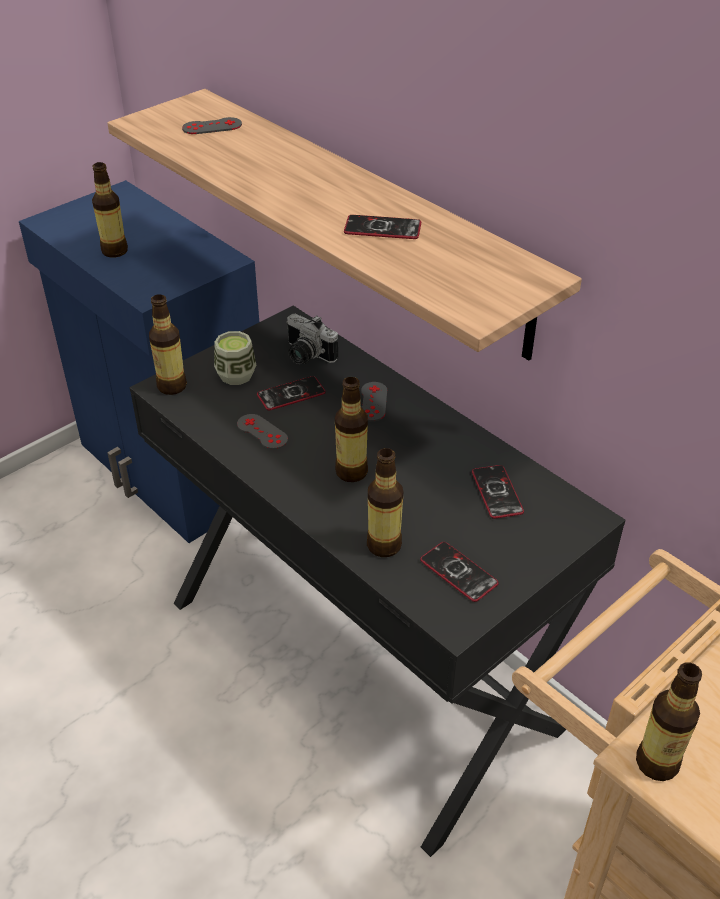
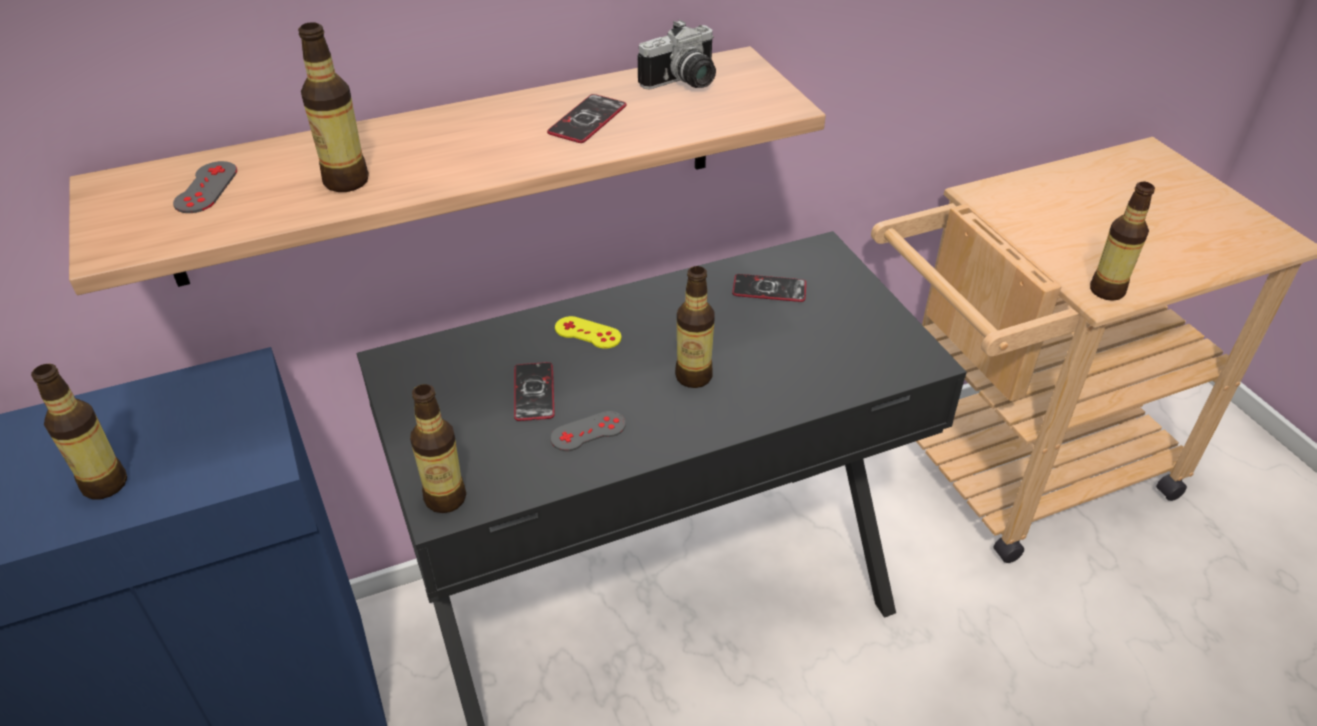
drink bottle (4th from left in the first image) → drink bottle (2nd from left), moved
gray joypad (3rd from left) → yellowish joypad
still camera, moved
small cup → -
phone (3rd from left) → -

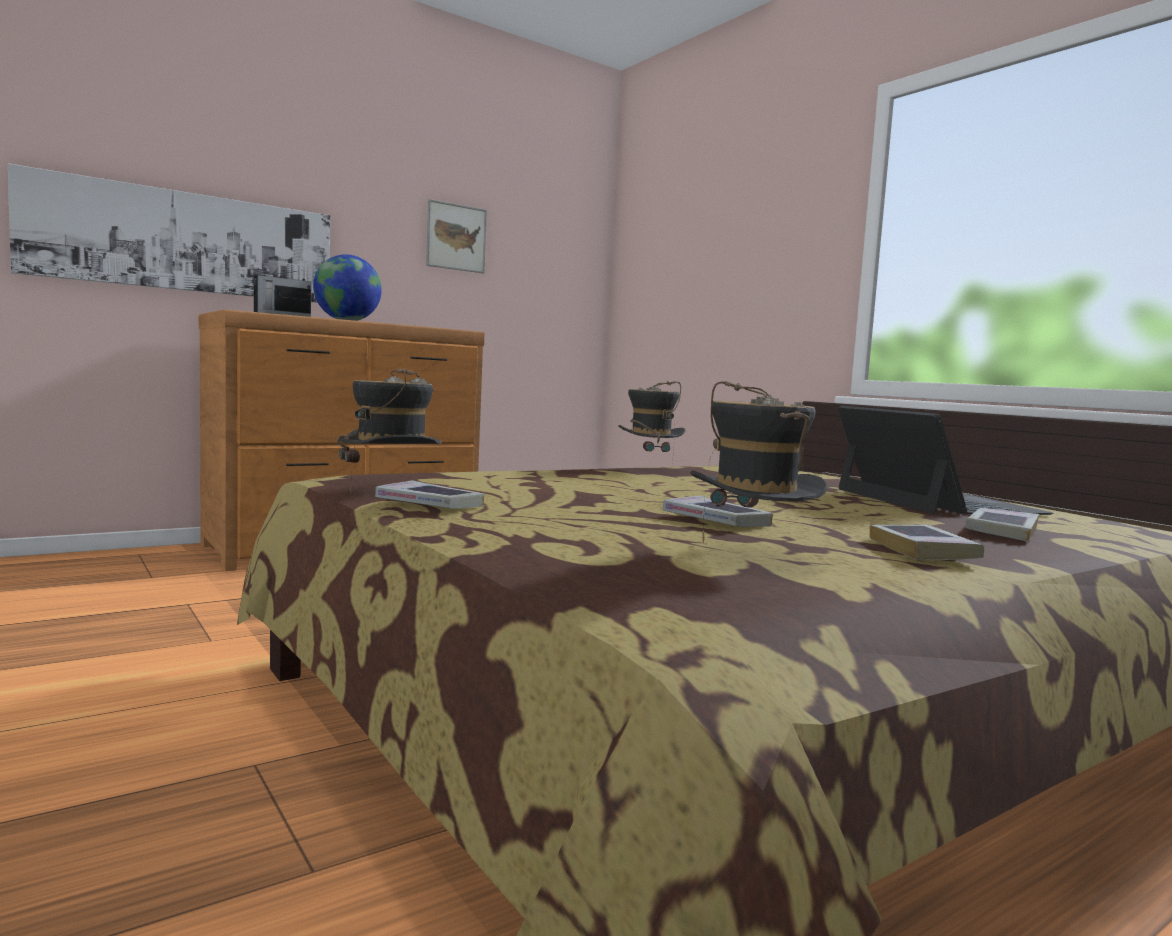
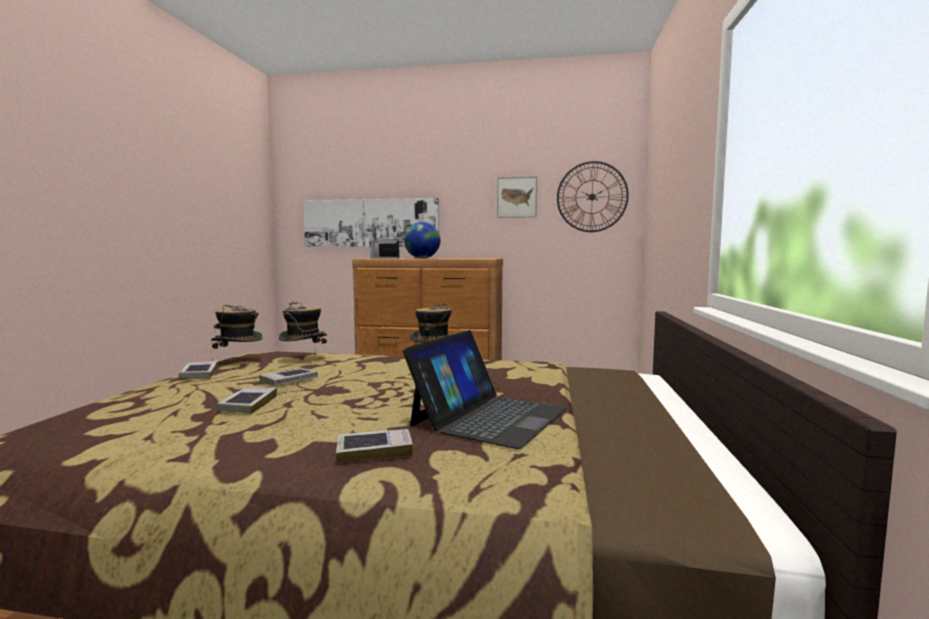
bound book (3rd from left), moved
clothing hat (3rd from left in the first image) → clothing hat (2nd from left), moved
- → clock on the wall

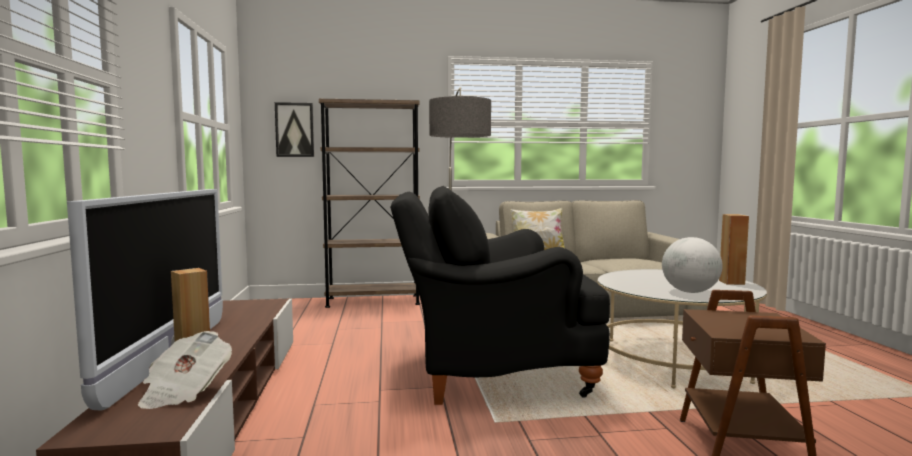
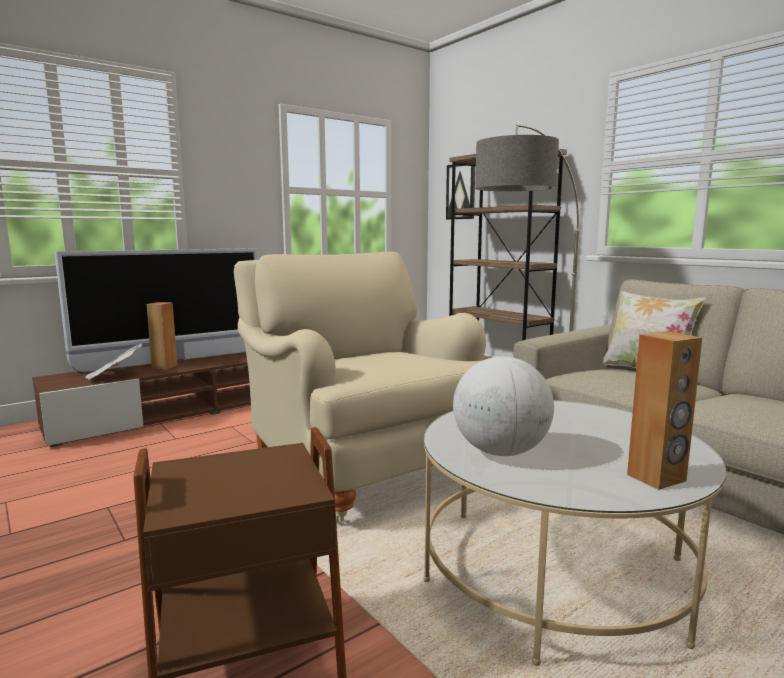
black-coloured armchair → sand-coloured armchair

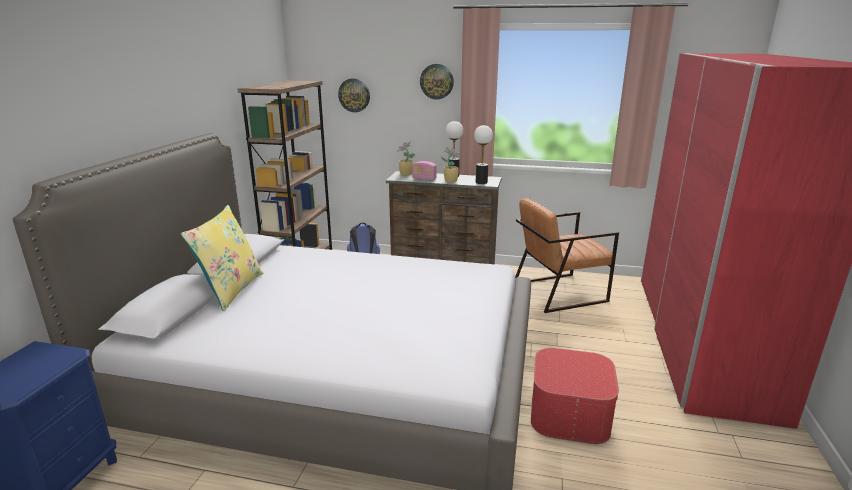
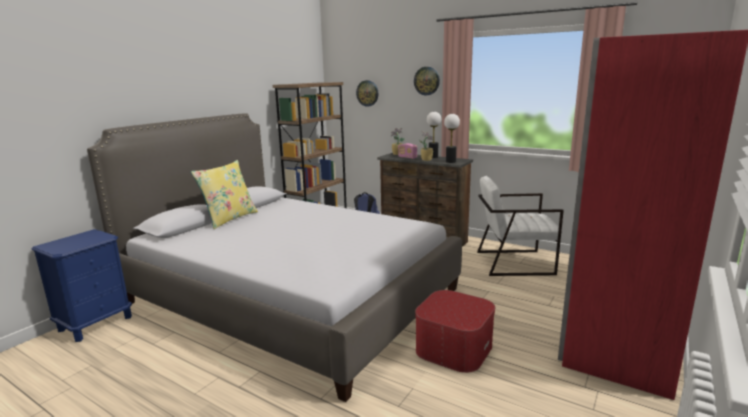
brown-coloured armchair → white armchair

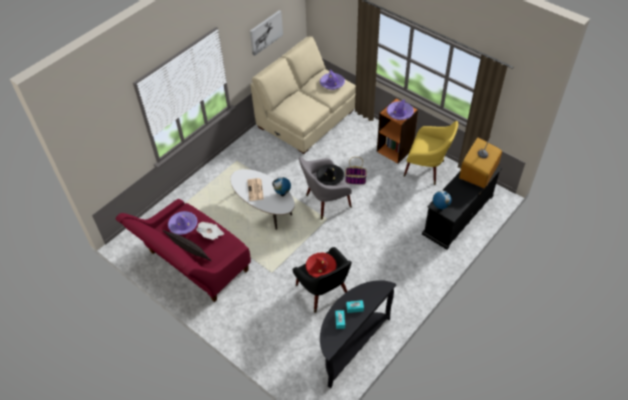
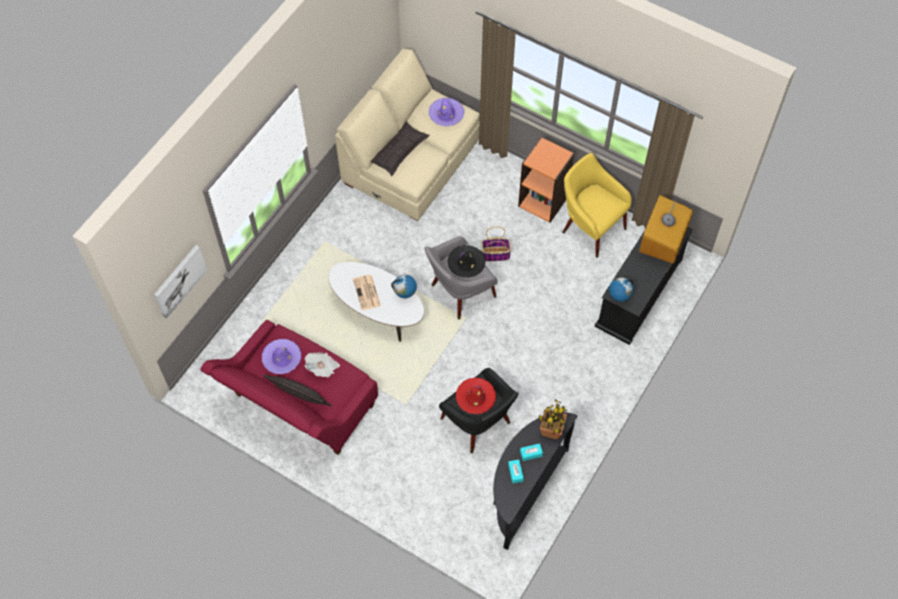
picture, moved
- → cushion (2nd from left)
- → potted plant
yellowish armchair, 150 degrees counterclockwise
purple clothing hat (3rd from left) → -

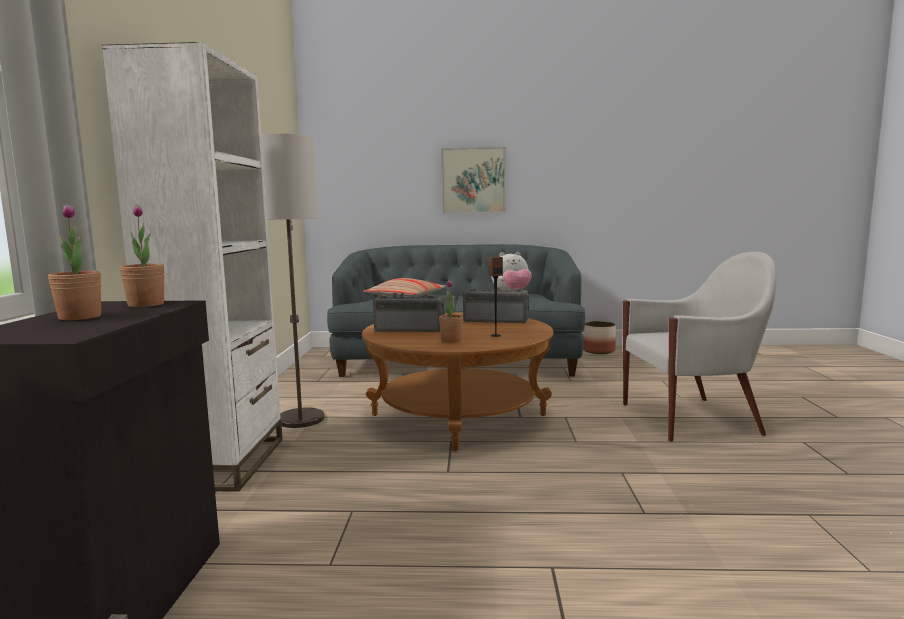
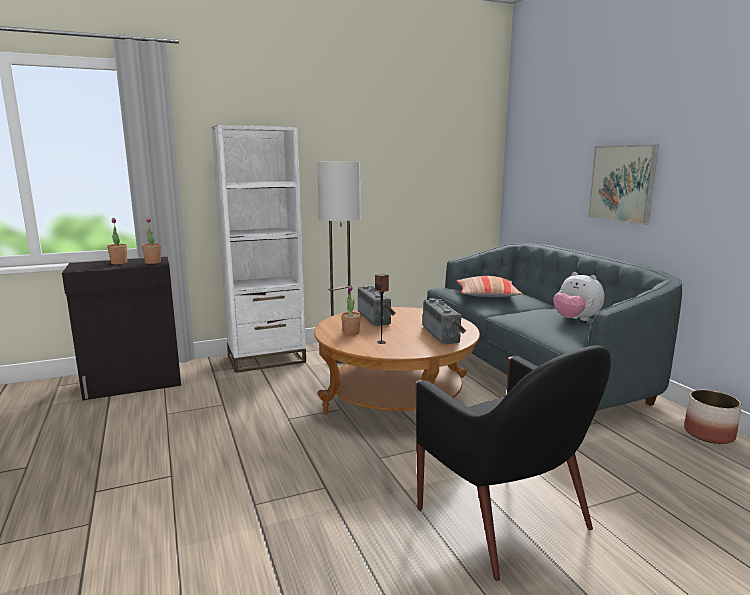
white armchair → black-coloured armchair

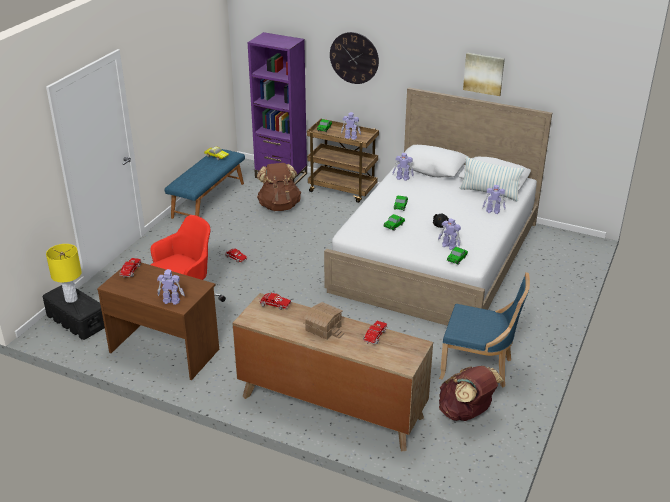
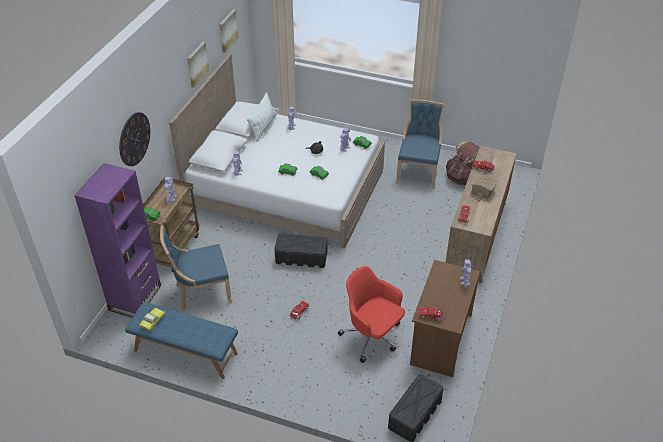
brown-coloured knapsack (1st from left) → bluish plain chair (1st from left)
- → picture (2nd from left)
- → black-coloured storage box (1st from left)
yellowish lamp for a table → -

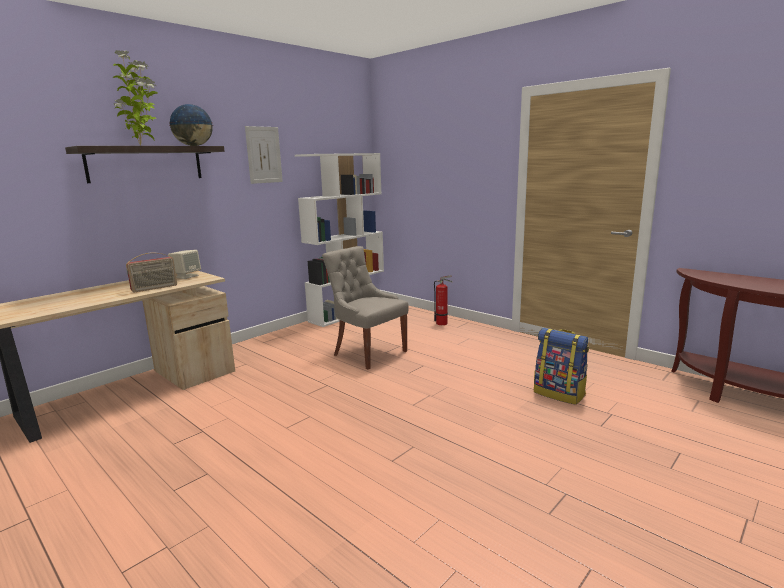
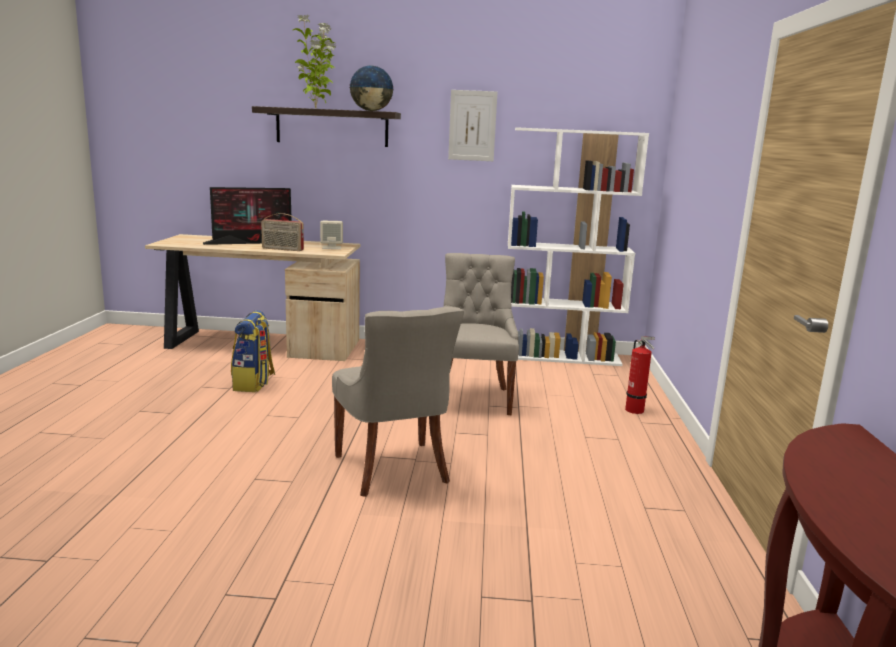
- → computer screen
knapsack, moved
- → gray plain chair (1st from left)

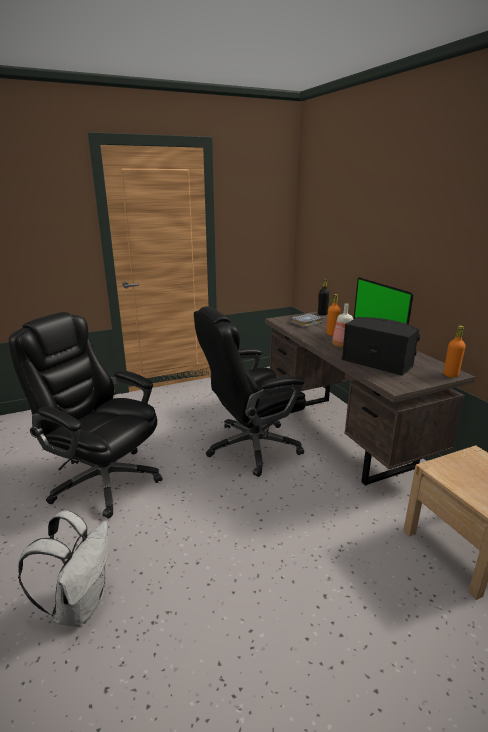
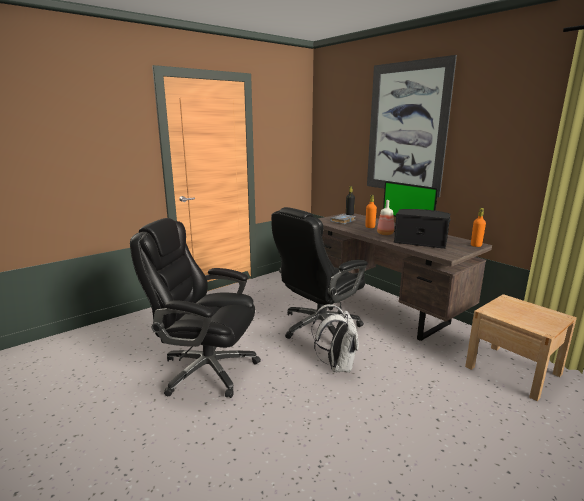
white knapsack, moved
- → picture

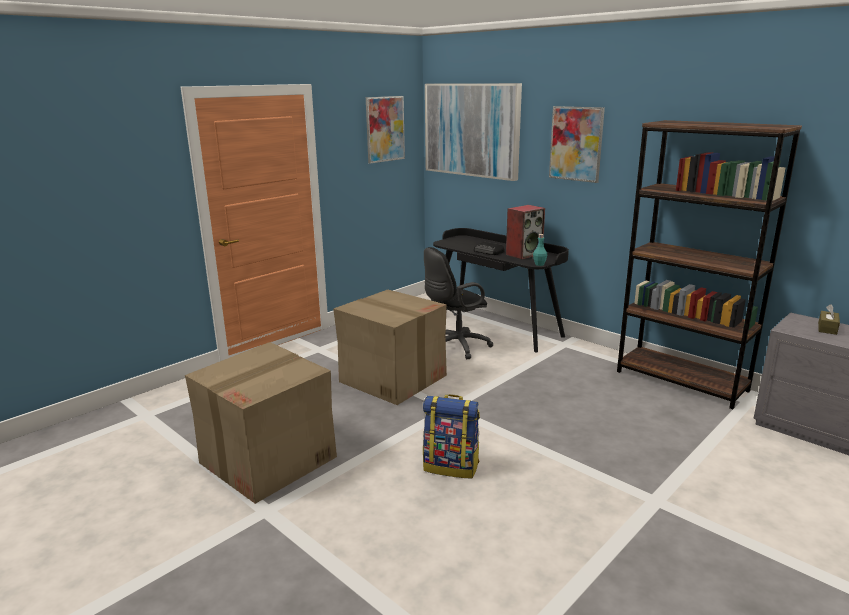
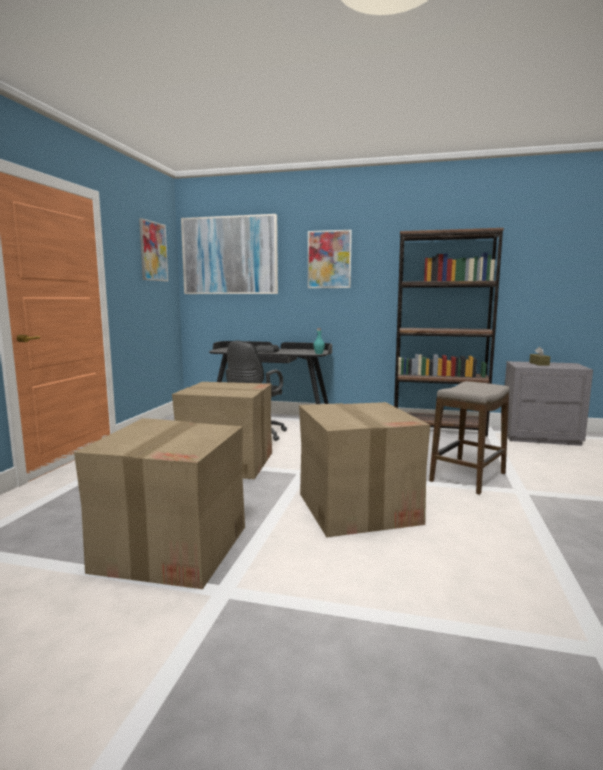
knapsack → packing box (3rd from left)
- → stool
speaker → -

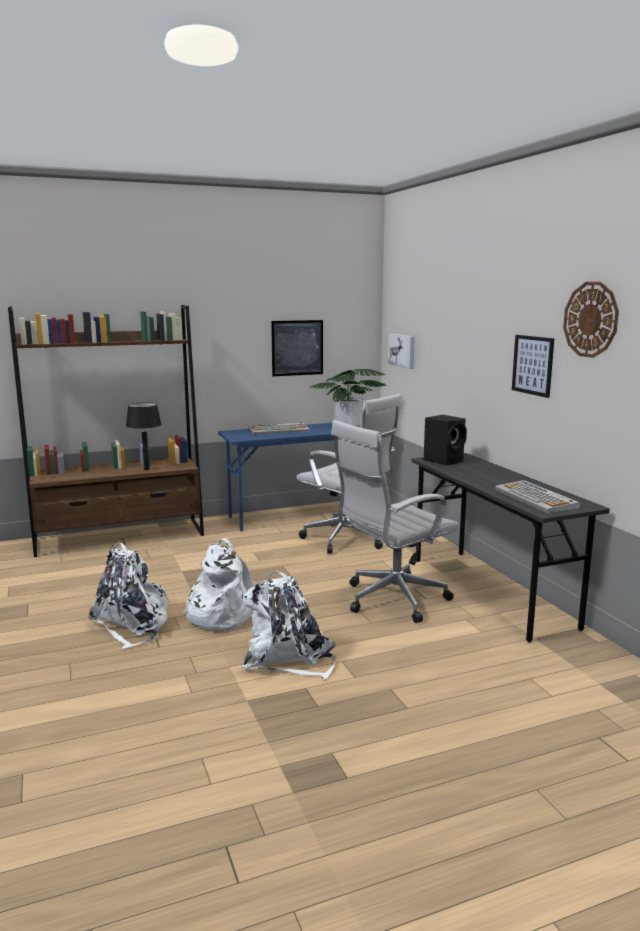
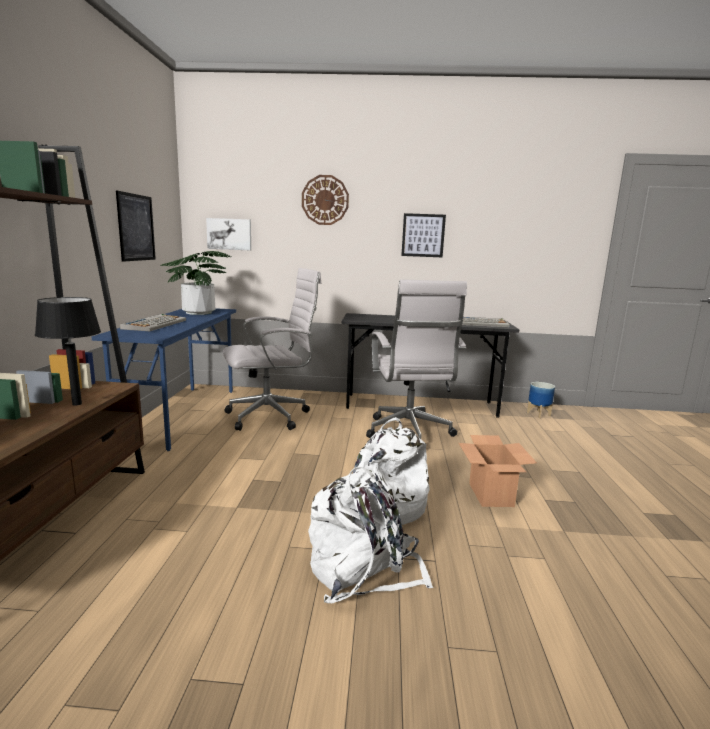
clock on the wall, moved
white knapsack (3rd from left) → packing box
- → planter
black-coloured speaker → -

